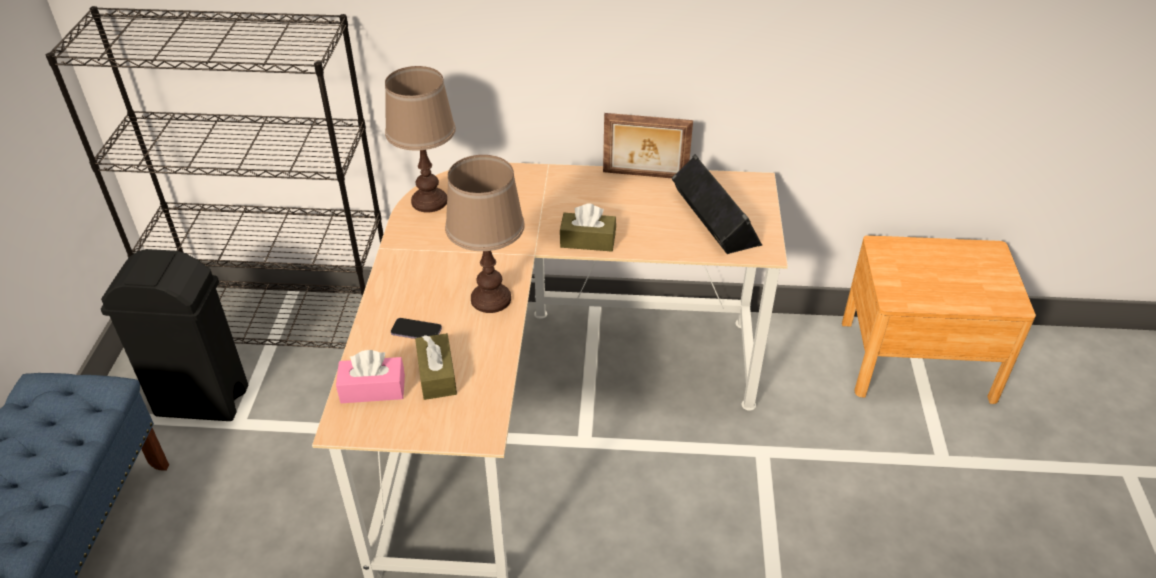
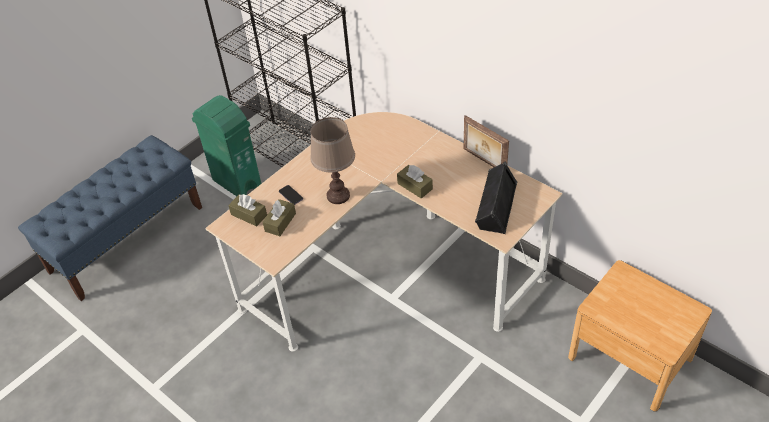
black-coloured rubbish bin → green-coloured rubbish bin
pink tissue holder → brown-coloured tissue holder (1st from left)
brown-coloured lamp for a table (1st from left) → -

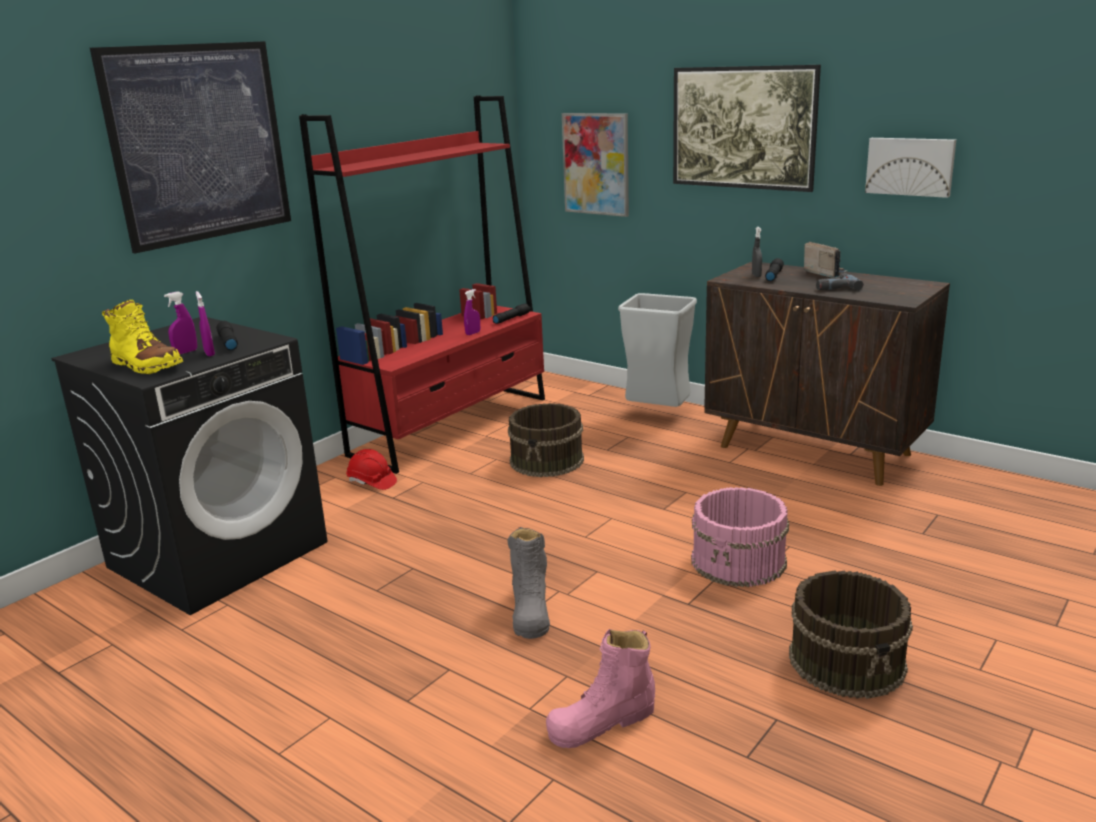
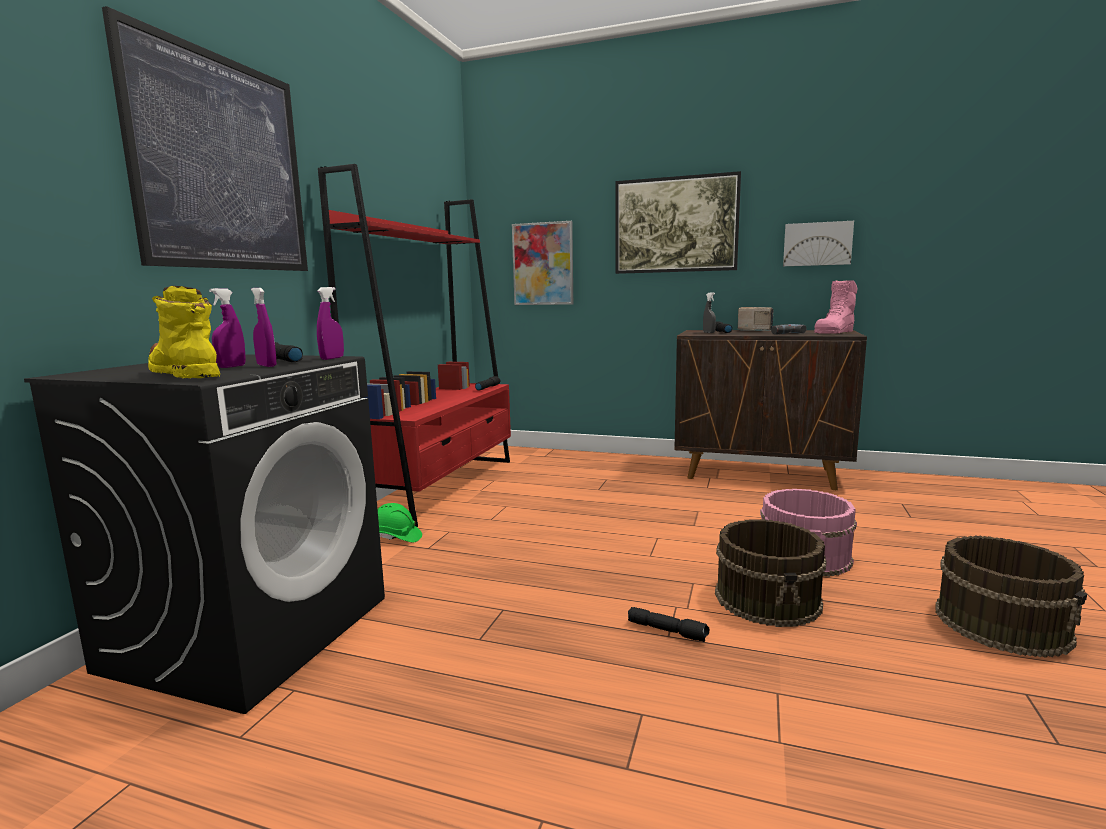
yellowish high-top boot, 150 degrees counterclockwise
purple spray bottle (3rd from left), moved
red-coloured work helmet → green-coloured work helmet
gray high-top boot → black-coloured hand torch (3rd from left)
brown-coloured water bucket (1st from left), moved
pink high-top boot, moved
gray rubbish bin → -

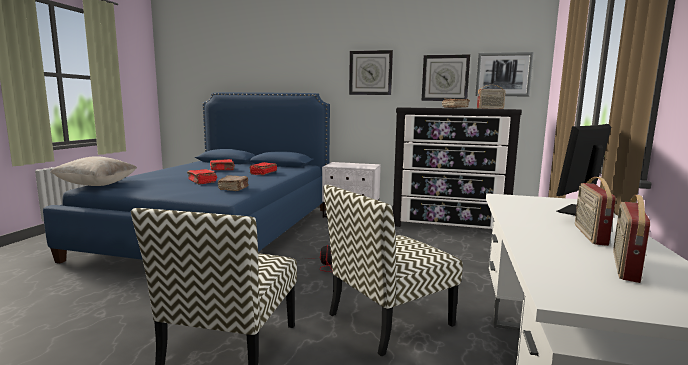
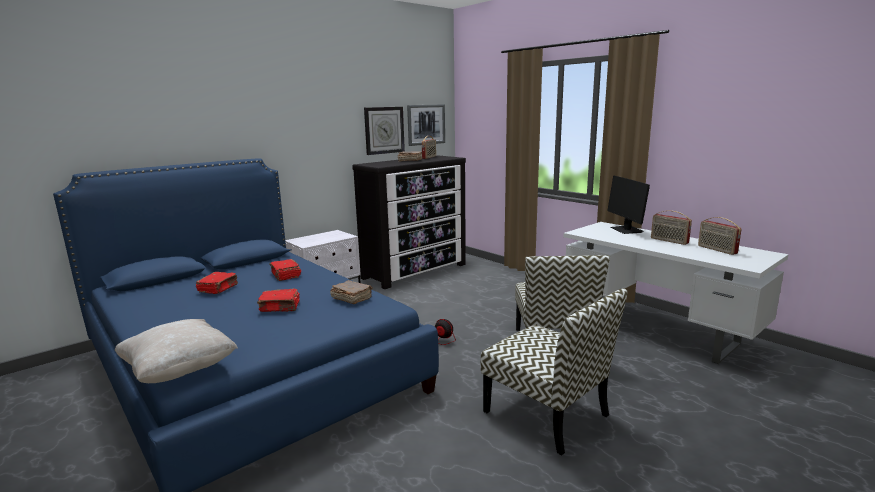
clock on the wall (1st from left) → -

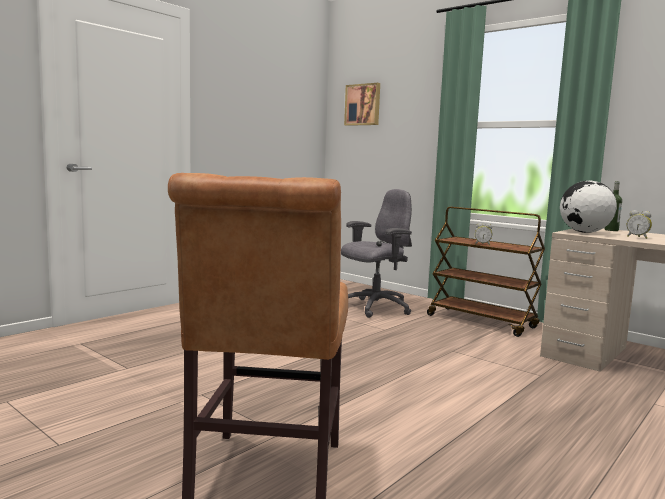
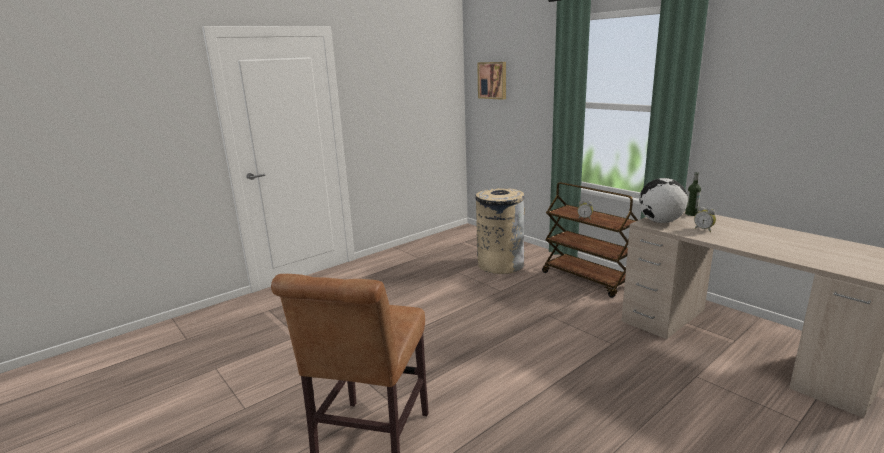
gray office chair → sand-coloured rubbish bin

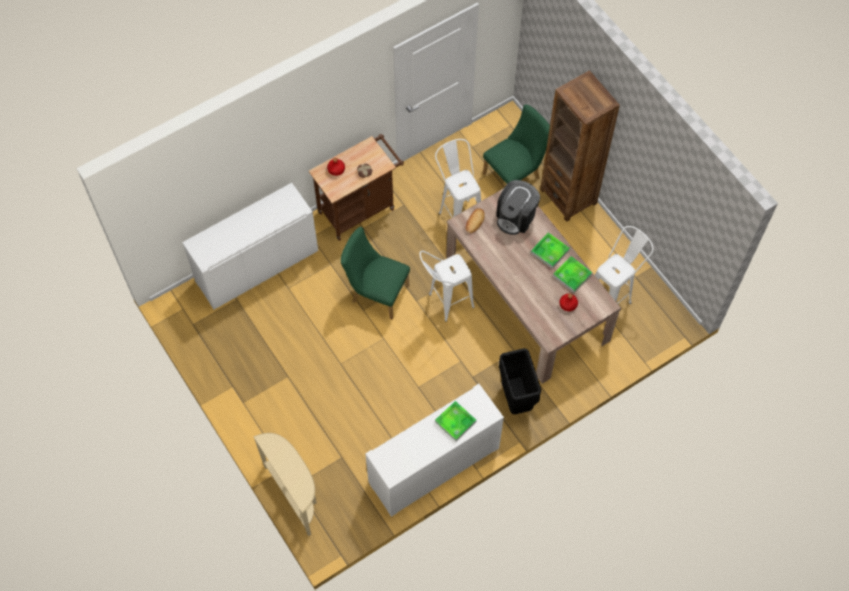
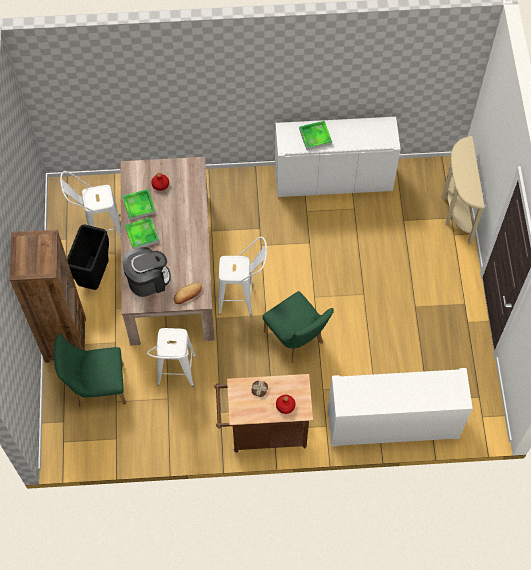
black-coloured rubbish bin, moved

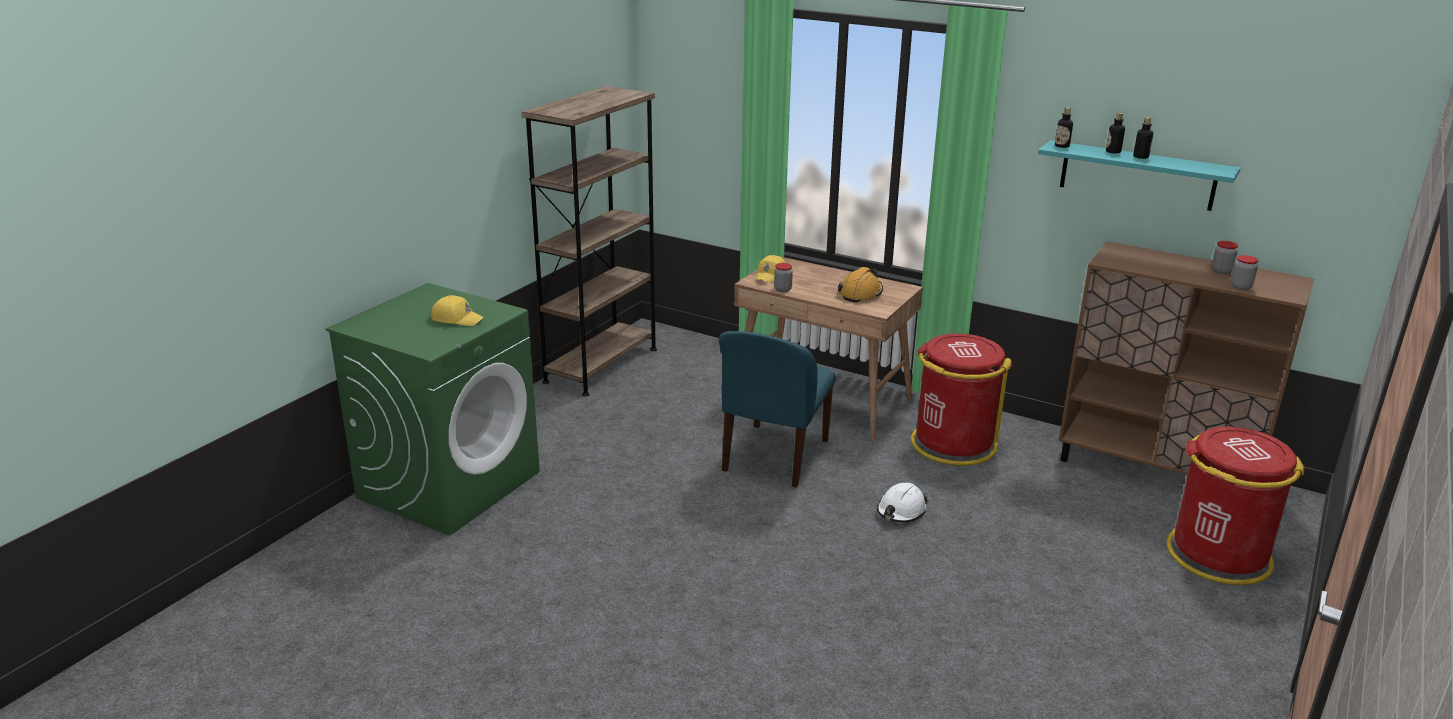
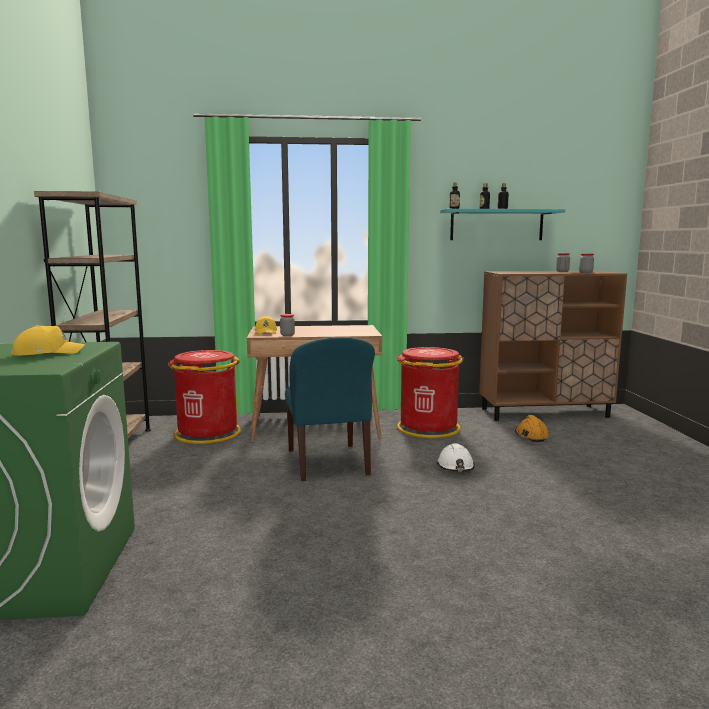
red-coloured rubbish bin (2nd from left in the first image) → red-coloured rubbish bin (1st from left), moved
orange-coloured work helmet, moved

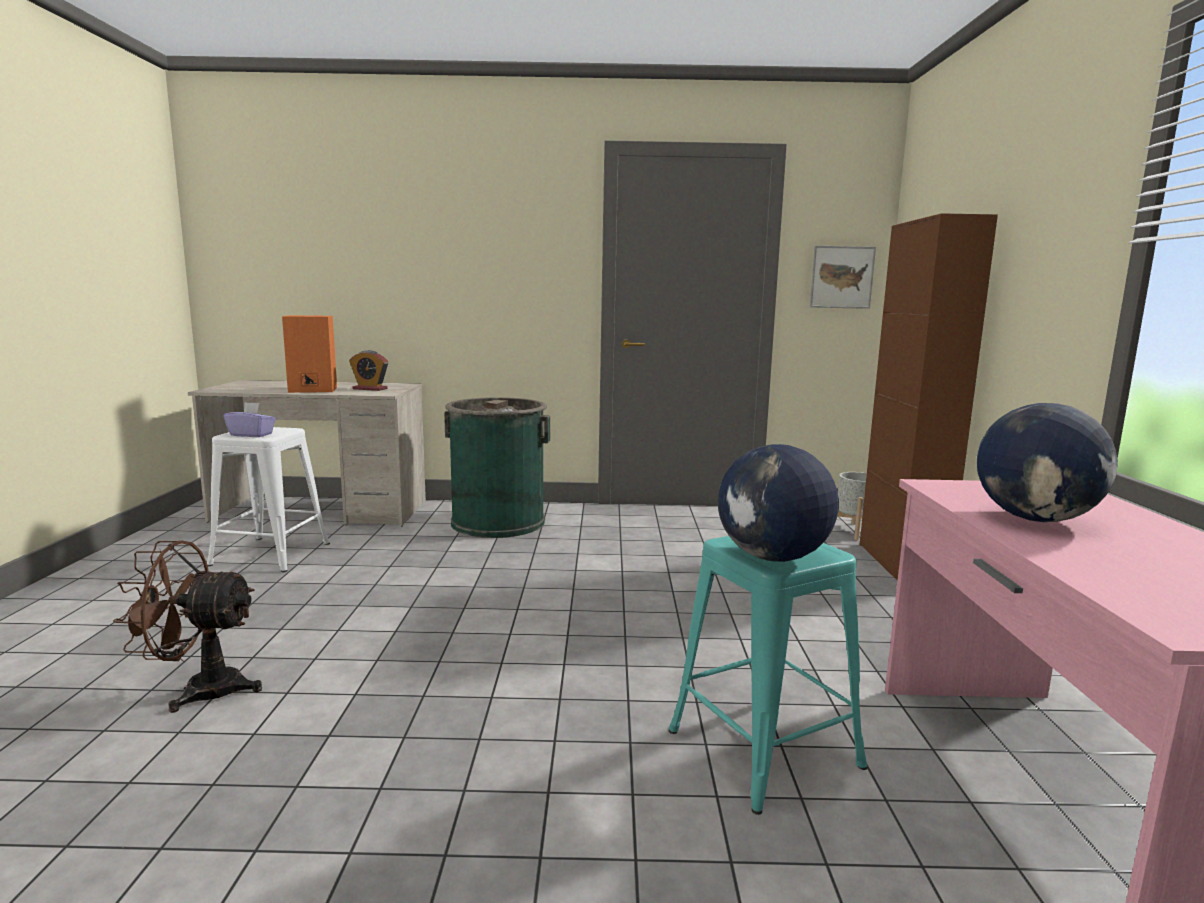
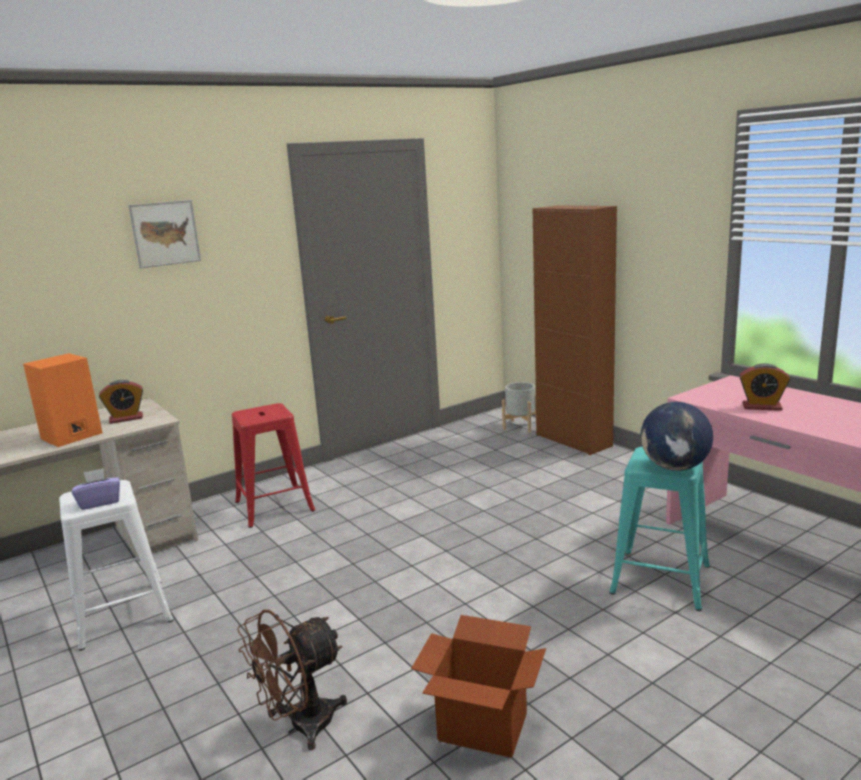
picture, moved
green-coloured rubbish bin → red-coloured stool
- → packing box
globe (2nd from left) → table clock (2nd from left)

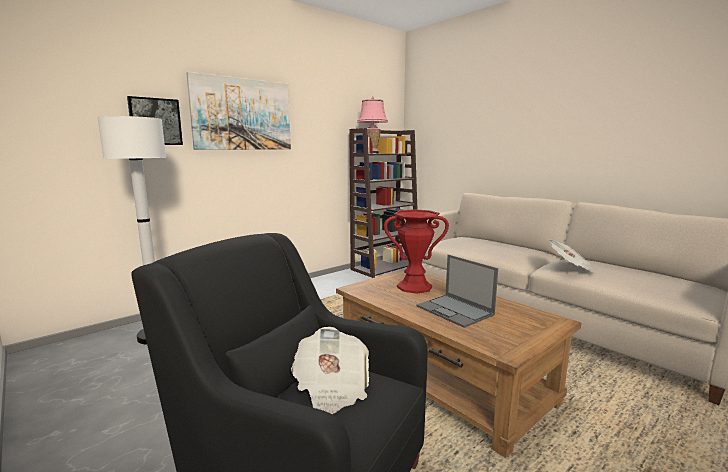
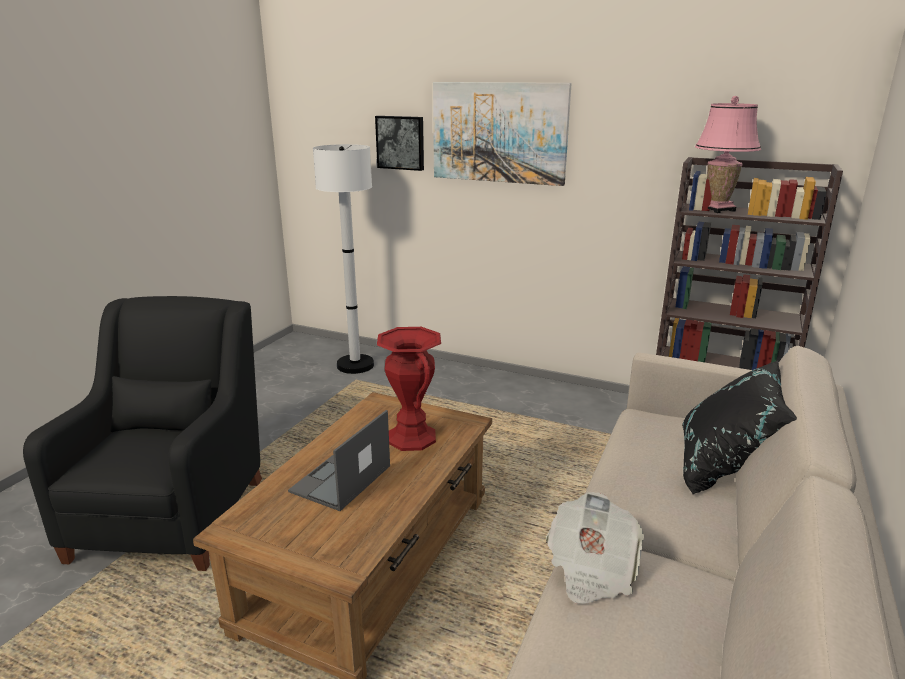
- → black-coloured cushion
daily paper (1st from left) → -

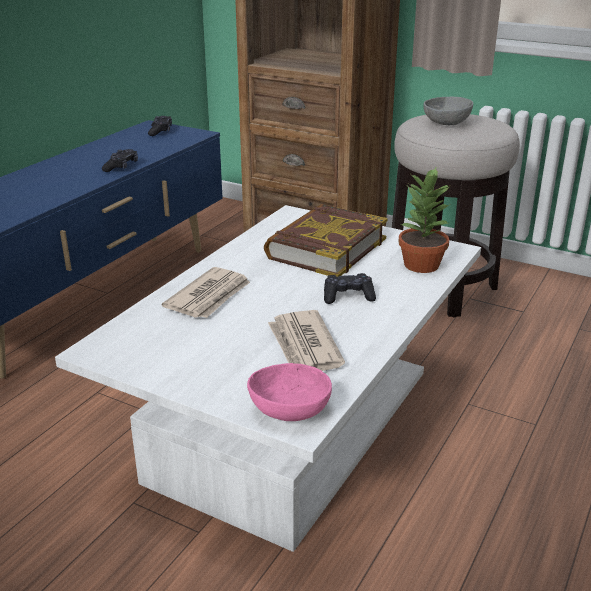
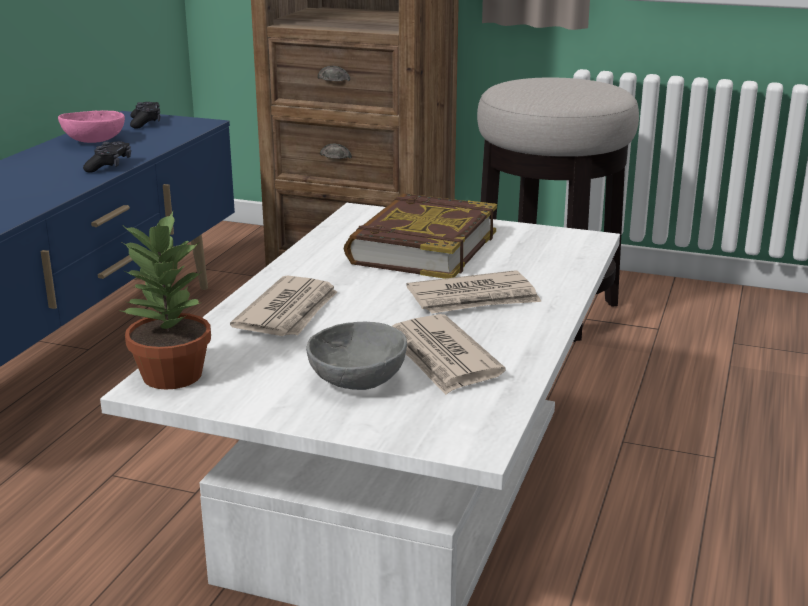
pink serving bowl, moved
potted plant, moved
gray serving bowl, moved
black-coloured joypad (3rd from left) → daily paper (3rd from left)

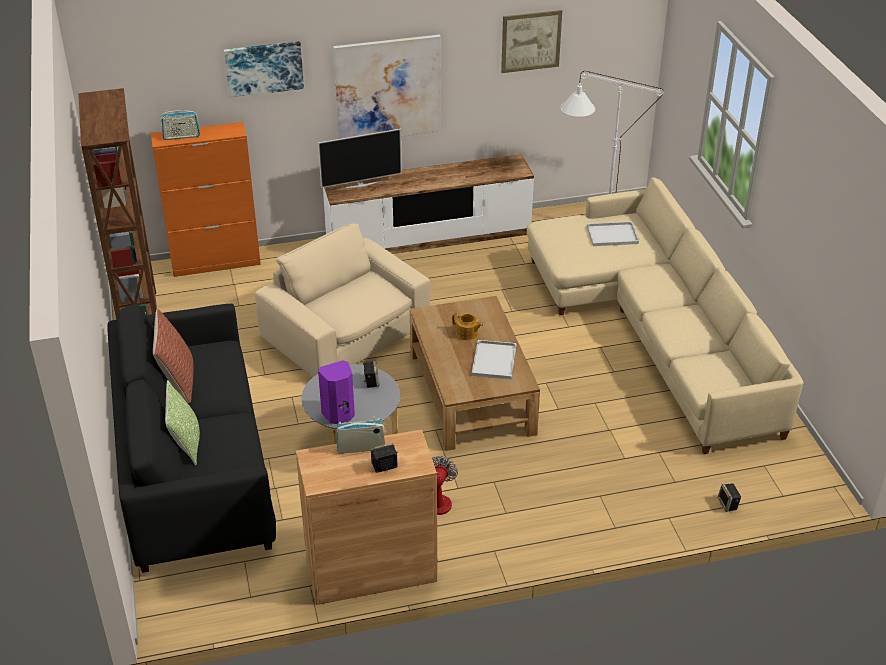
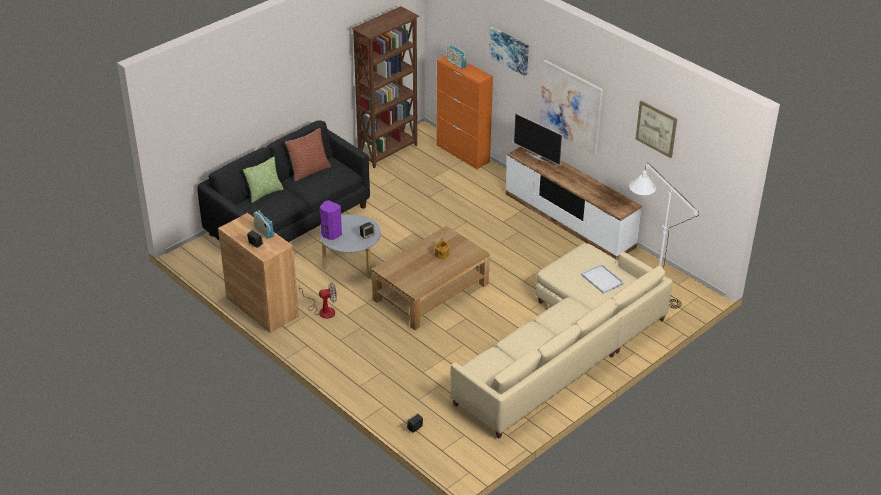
sand-coloured armchair → -
white serving tray (1st from left) → -

